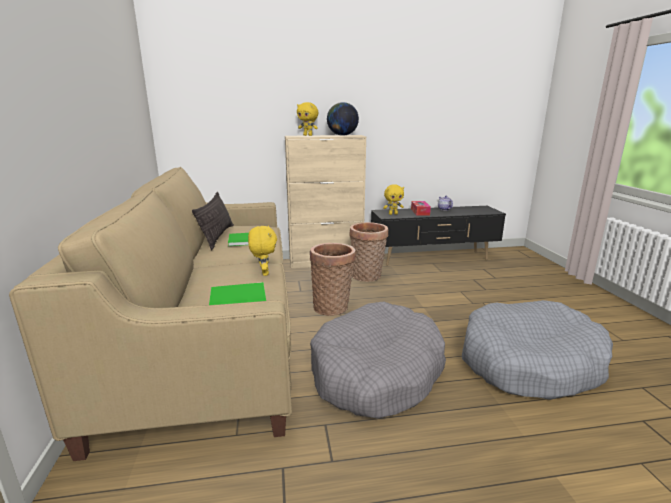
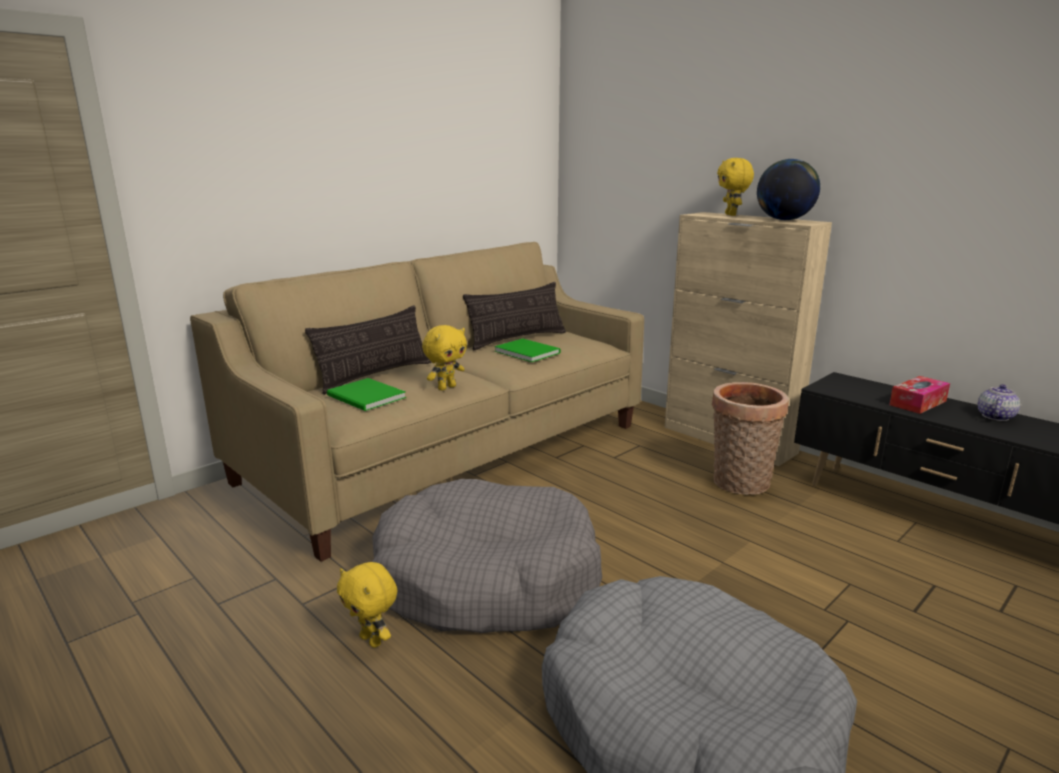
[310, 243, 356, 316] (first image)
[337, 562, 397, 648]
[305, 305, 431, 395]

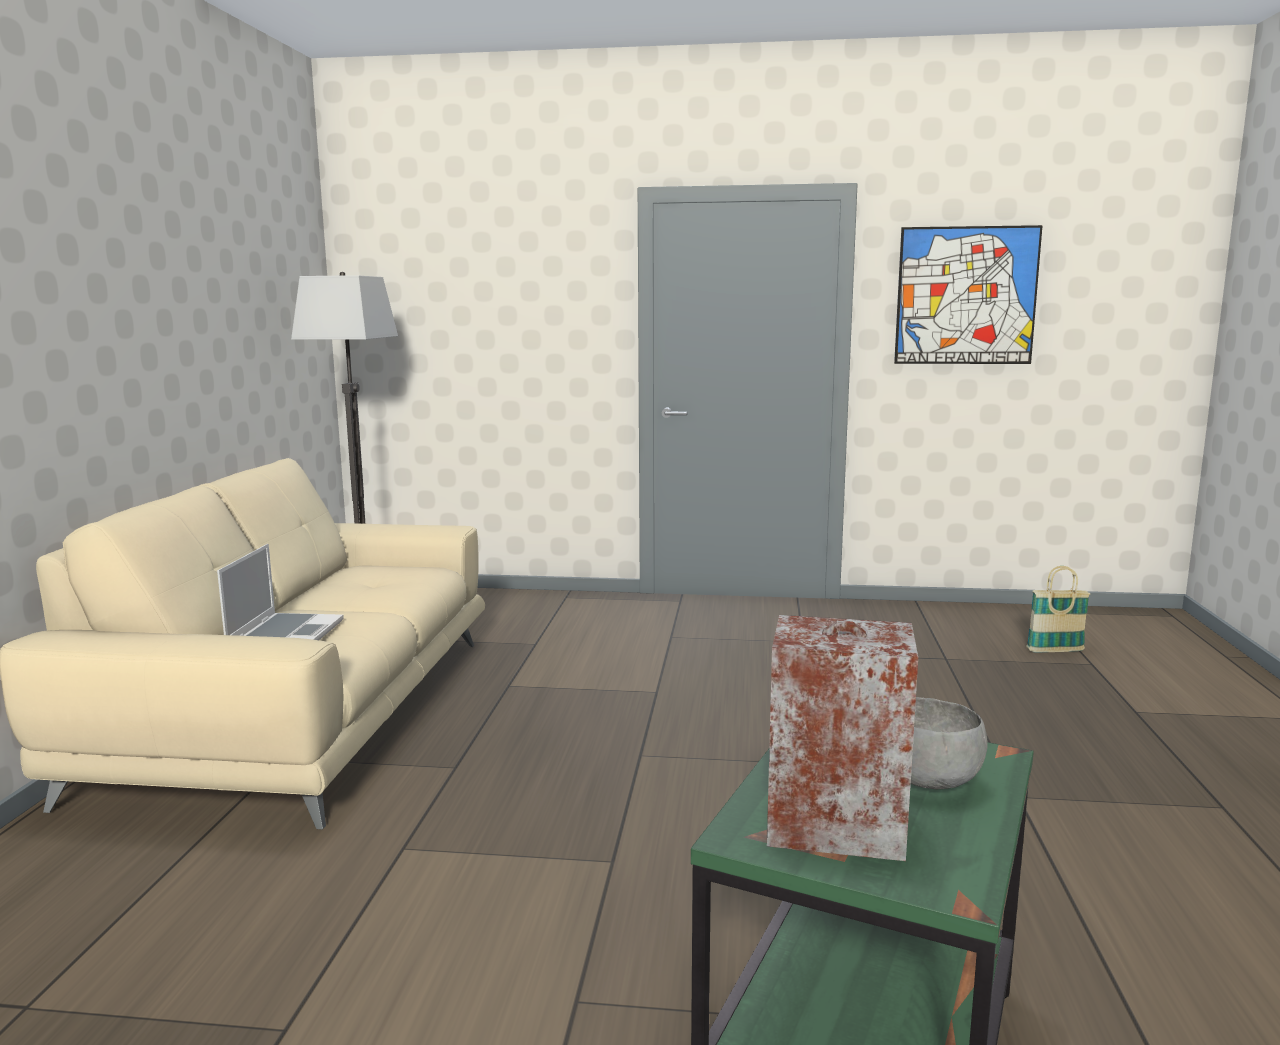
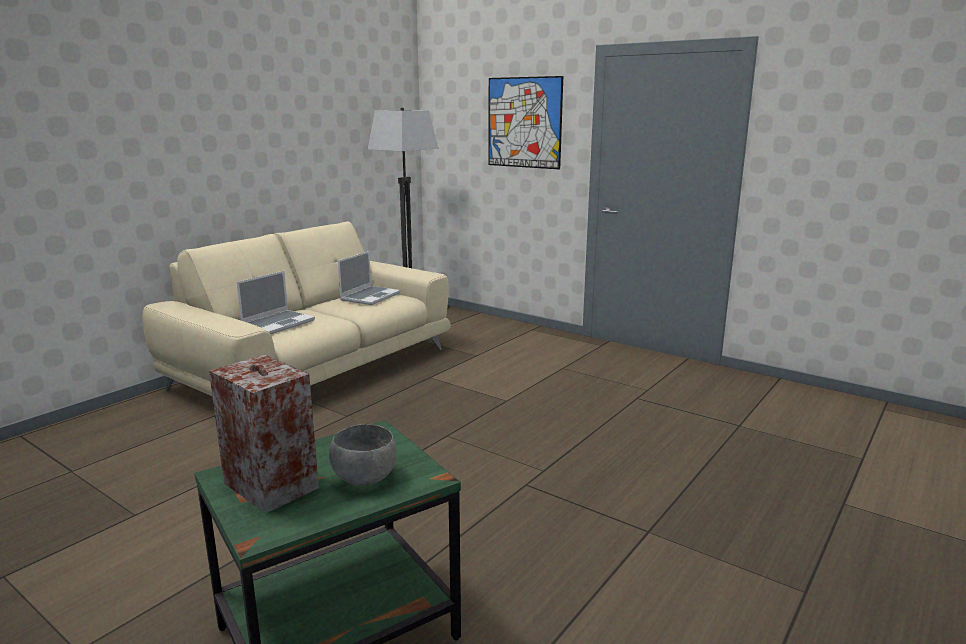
[488, 76, 563, 169]
[1026, 566, 1091, 652] (first image)
[338, 251, 400, 305]

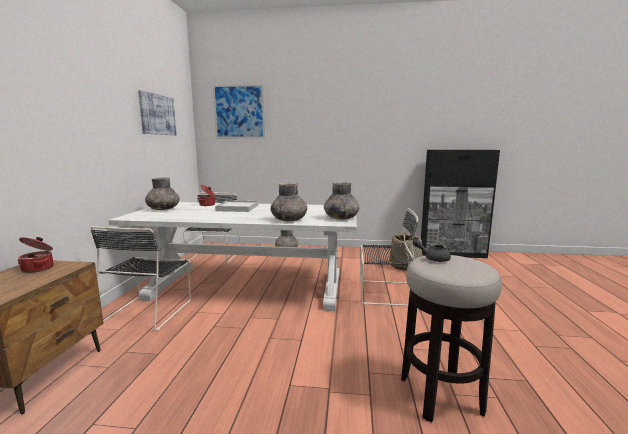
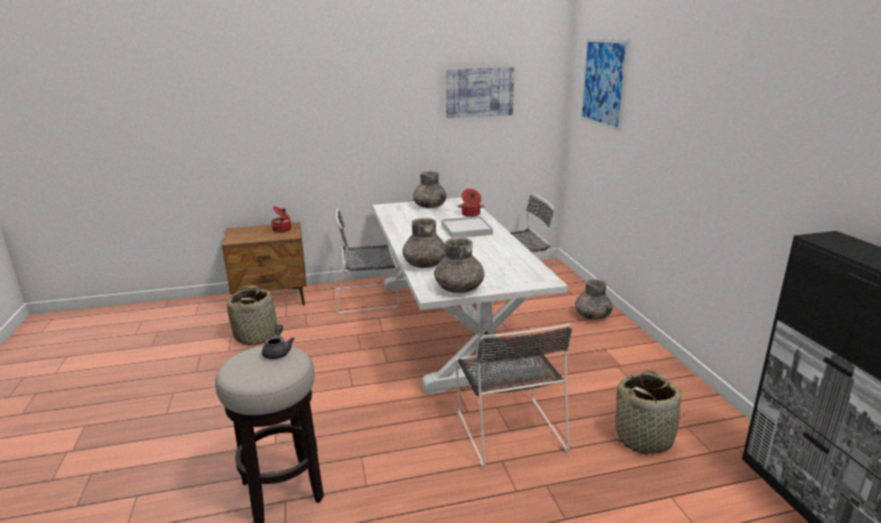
[227, 285, 277, 346]

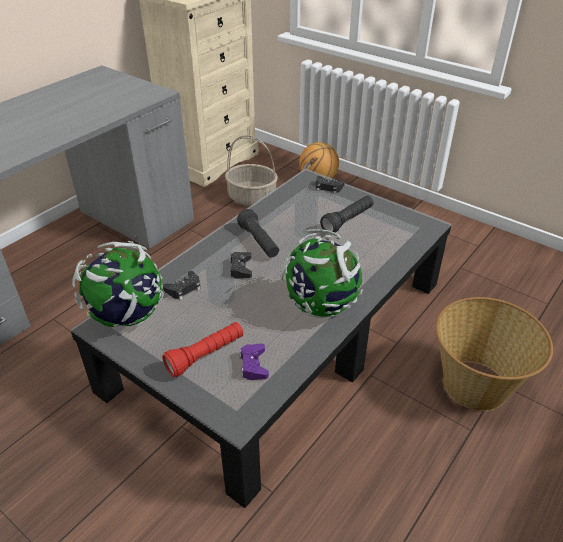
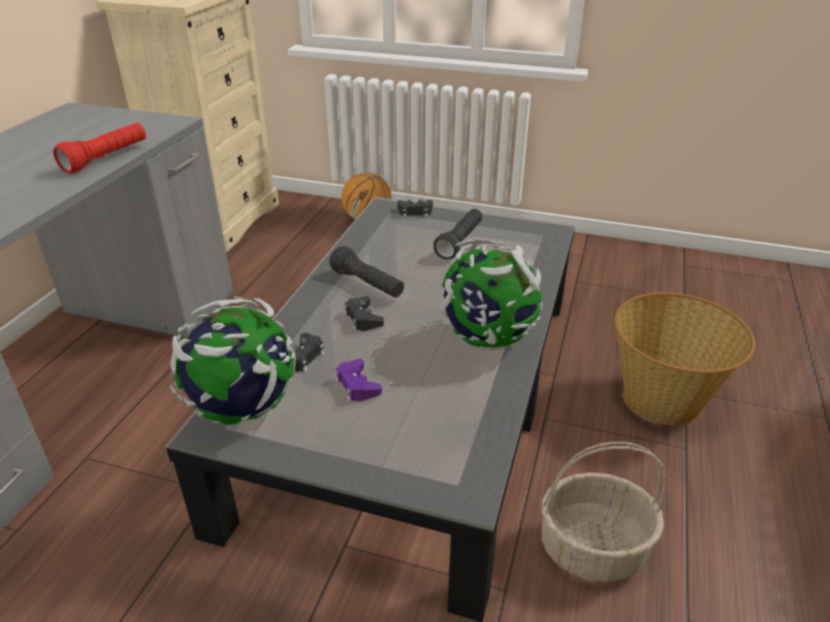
[53, 123, 146, 173]
[541, 442, 666, 582]
[335, 359, 382, 402]

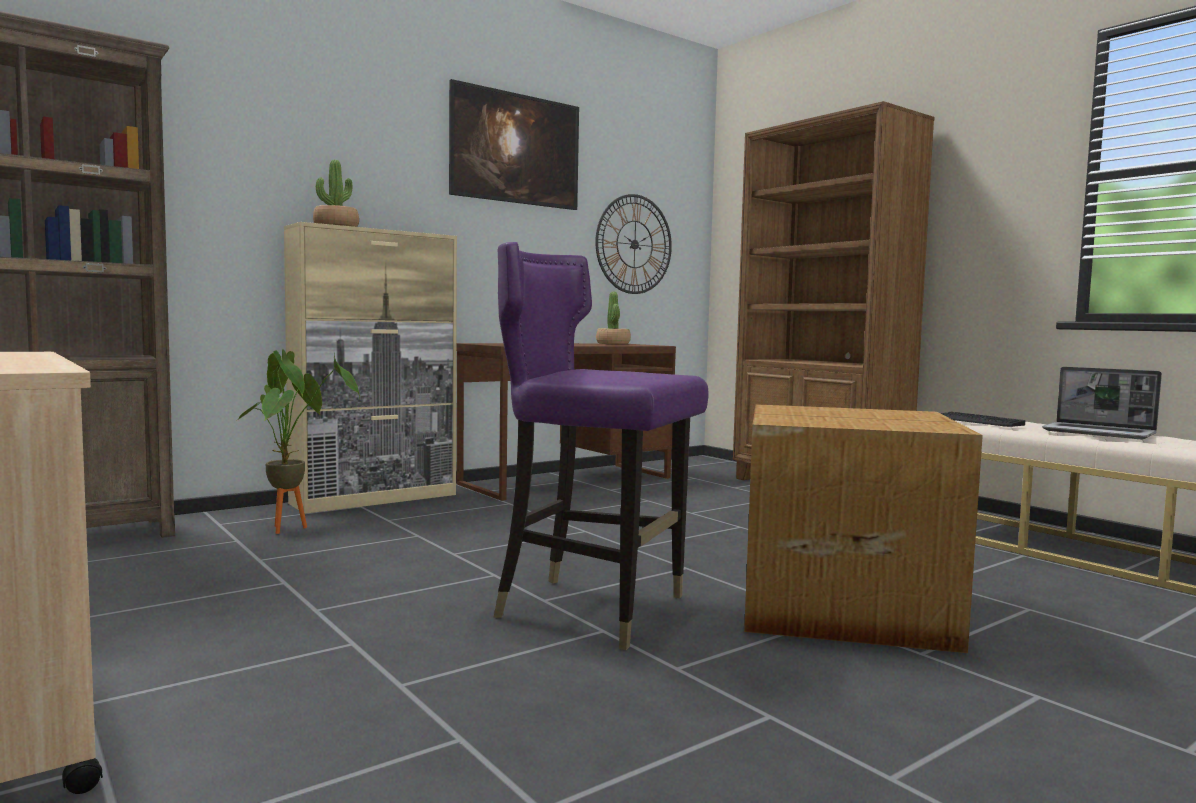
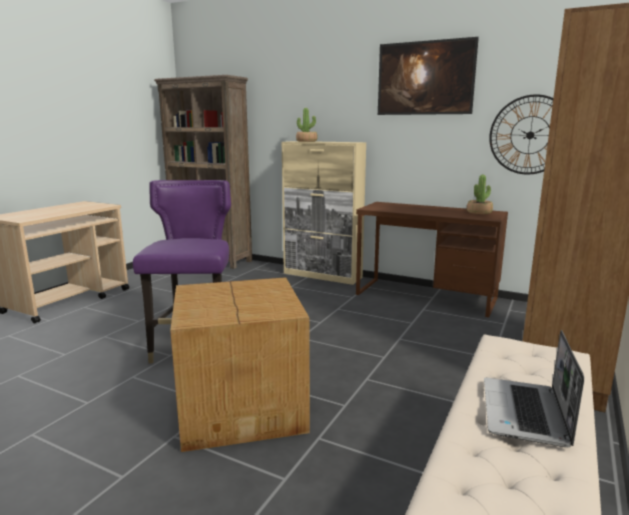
[238, 349, 361, 534] (first image)
[941, 412, 1025, 427] (first image)

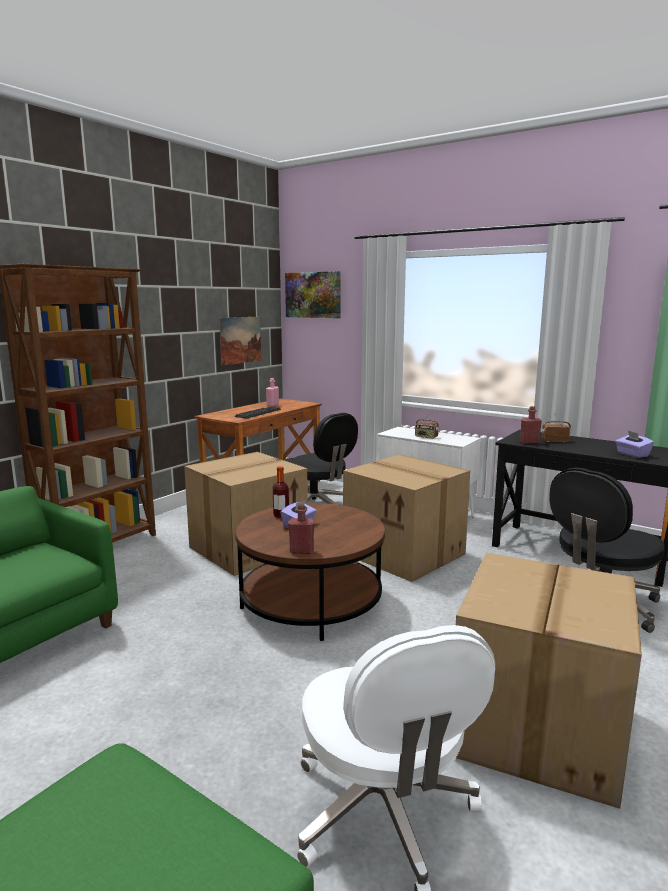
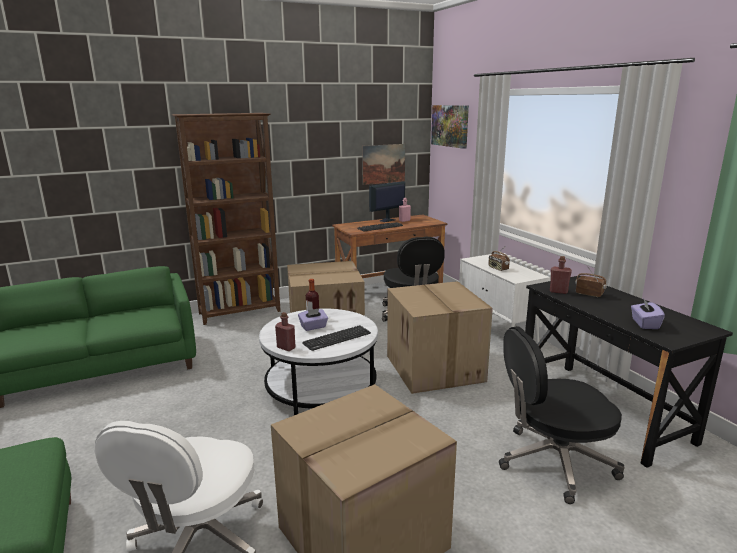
[259, 309, 378, 415]
[302, 325, 371, 351]
[369, 181, 405, 222]

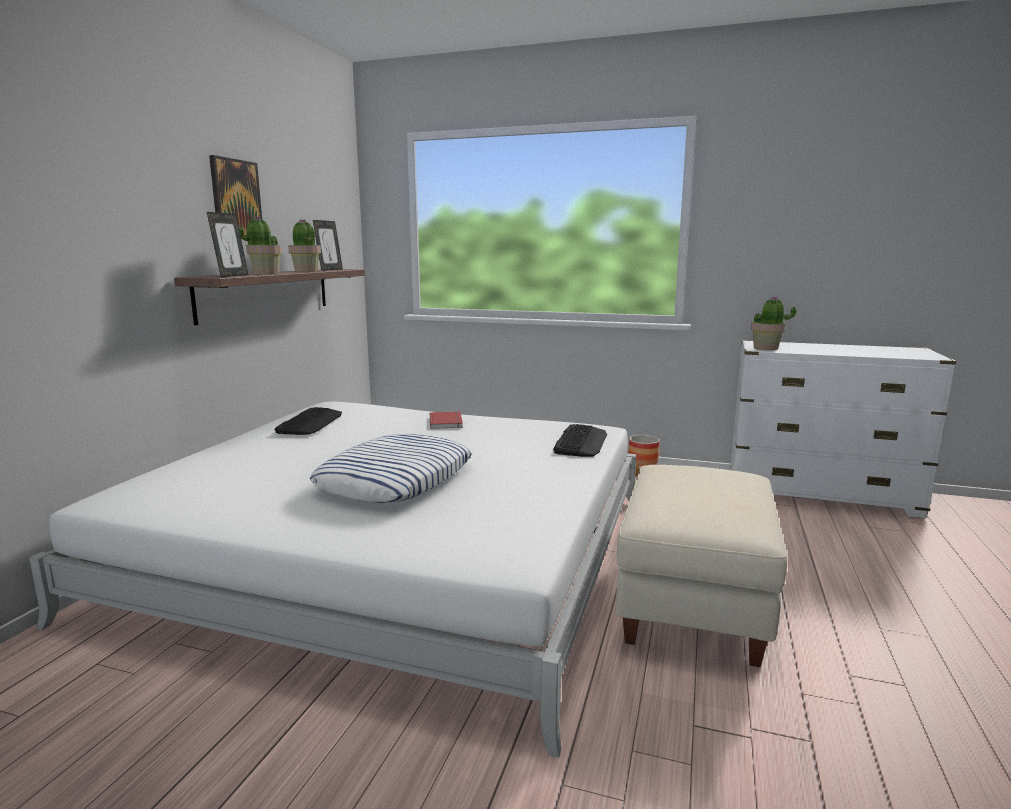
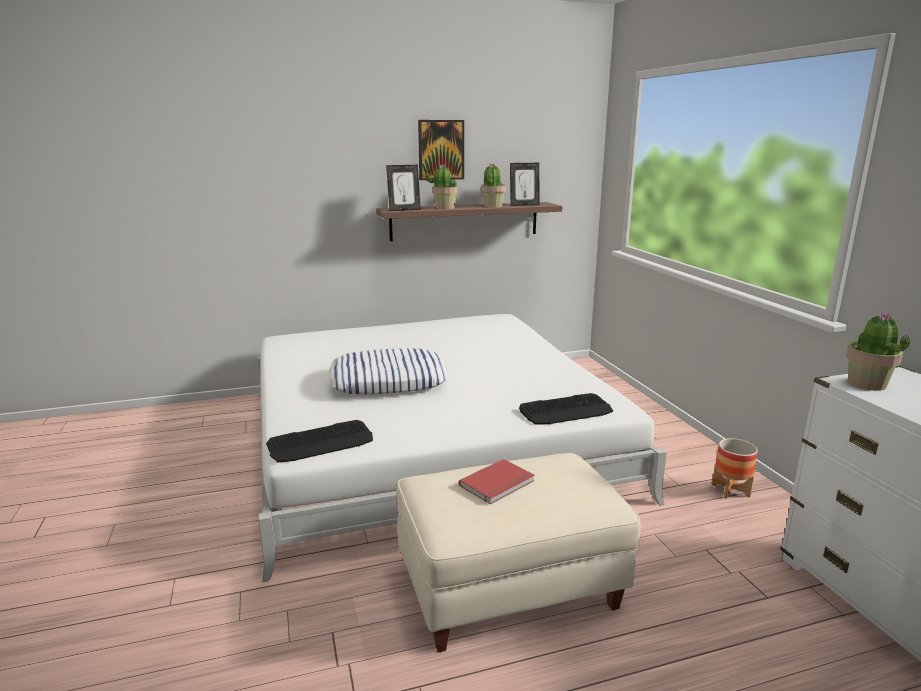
[266, 420, 373, 463]
[459, 459, 535, 504]

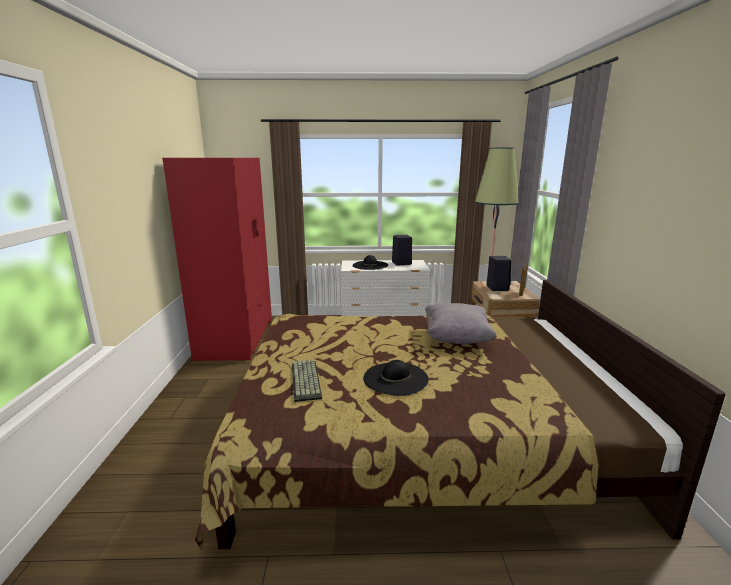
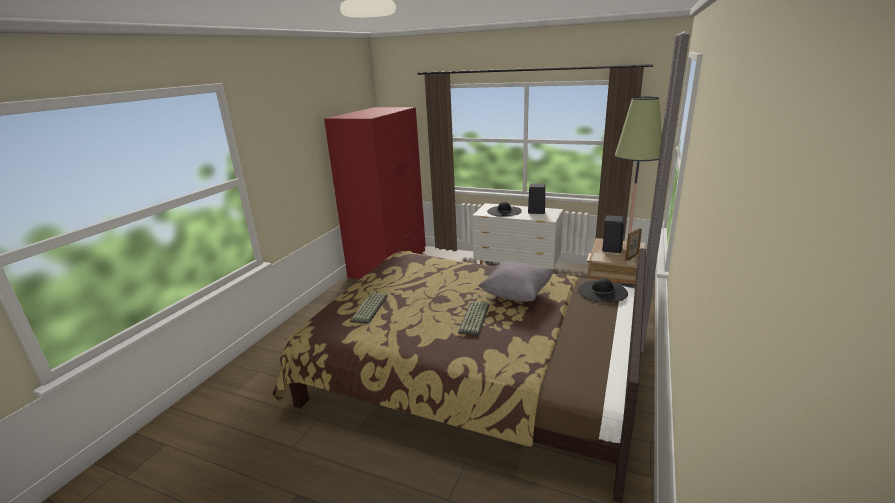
[578, 278, 628, 303]
[458, 301, 489, 336]

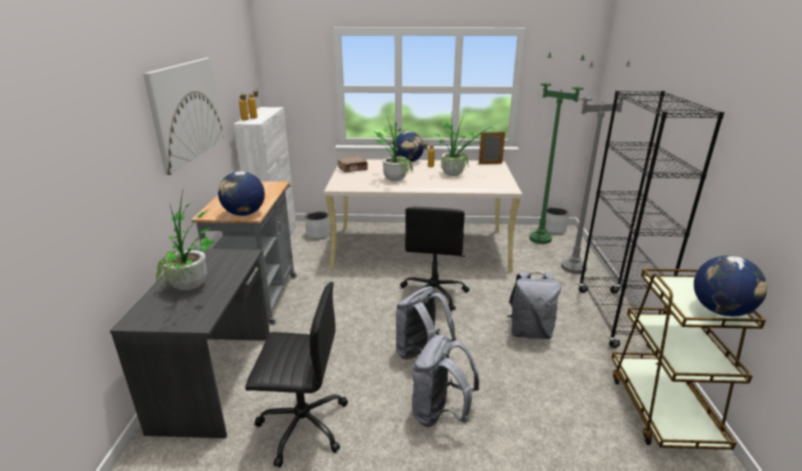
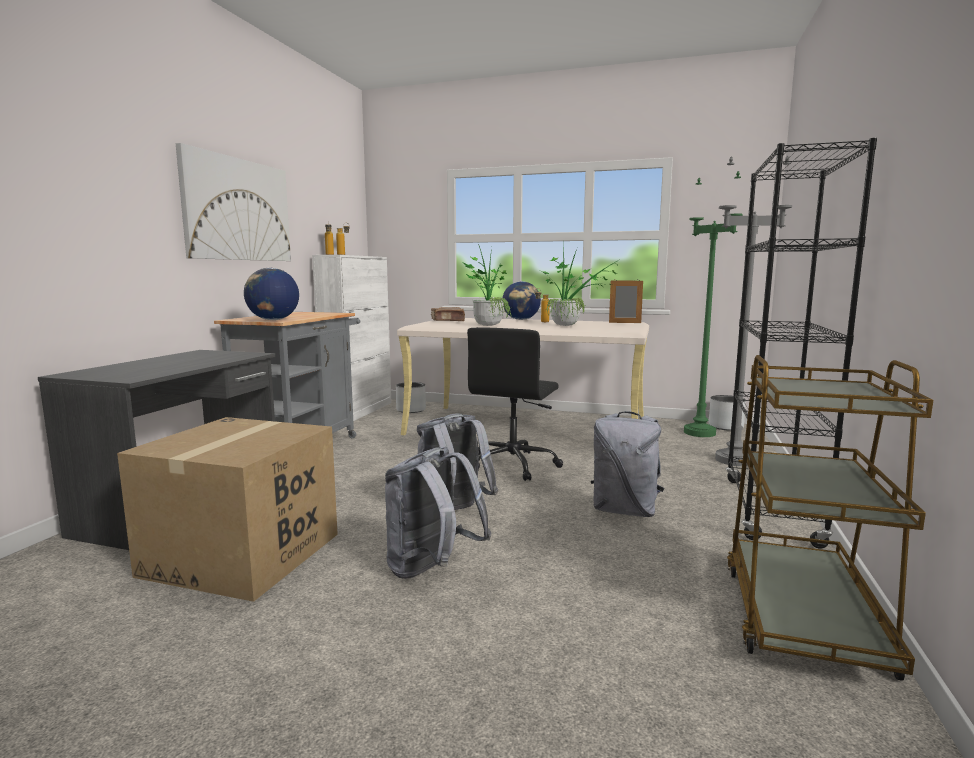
[155, 187, 215, 290] (first image)
[117, 417, 338, 602]
[694, 255, 767, 317] (first image)

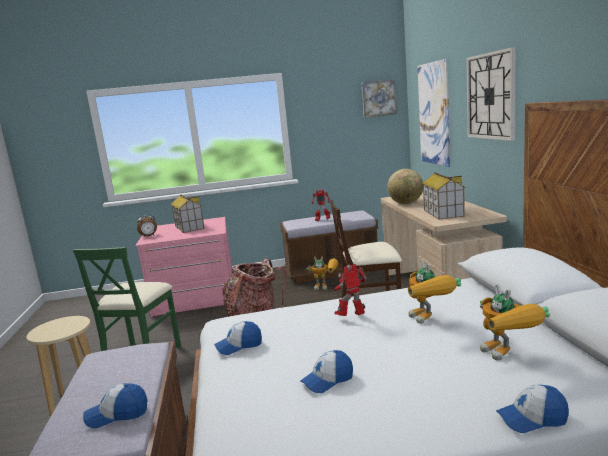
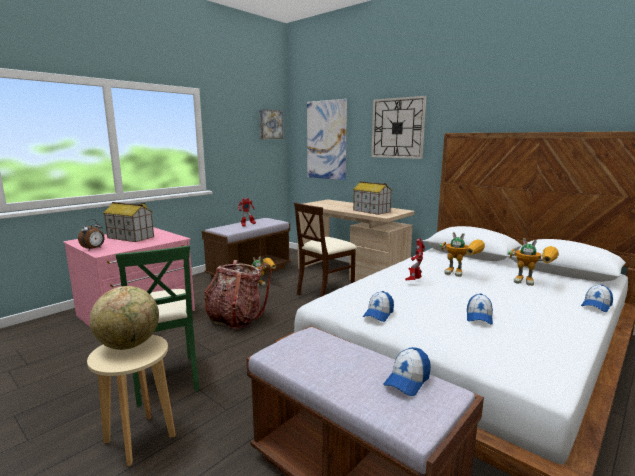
[90, 286, 159, 350]

